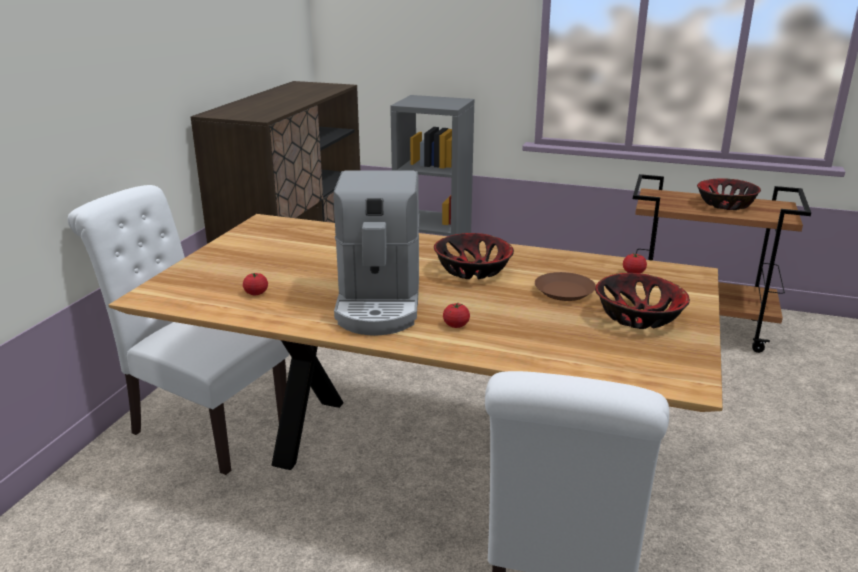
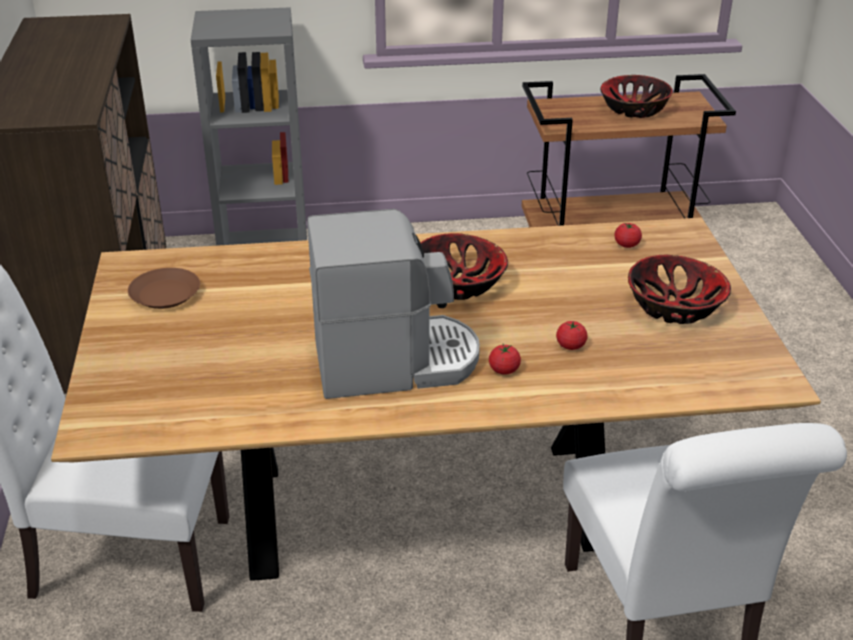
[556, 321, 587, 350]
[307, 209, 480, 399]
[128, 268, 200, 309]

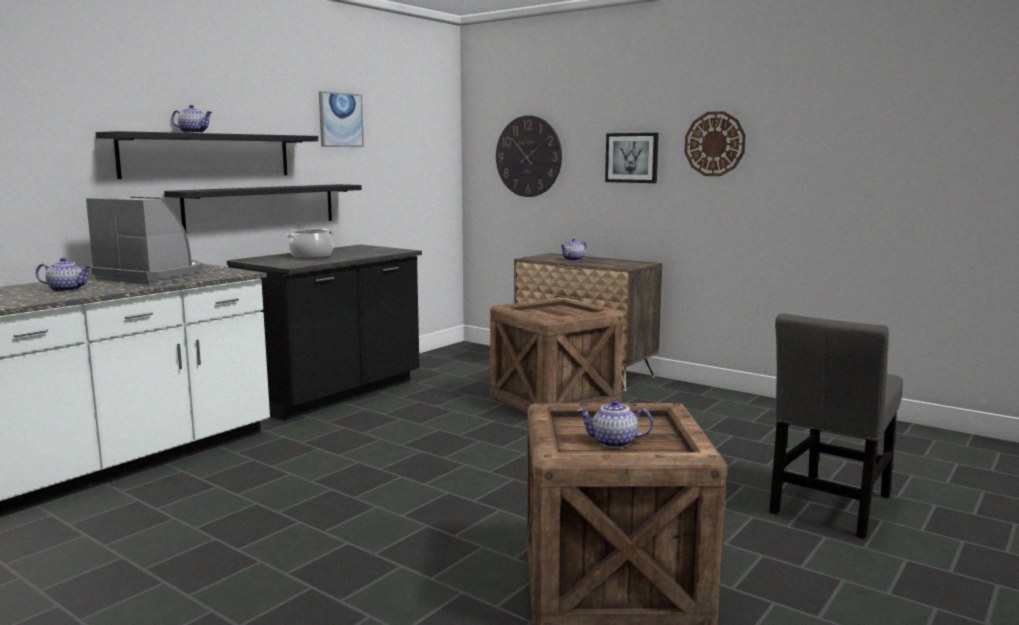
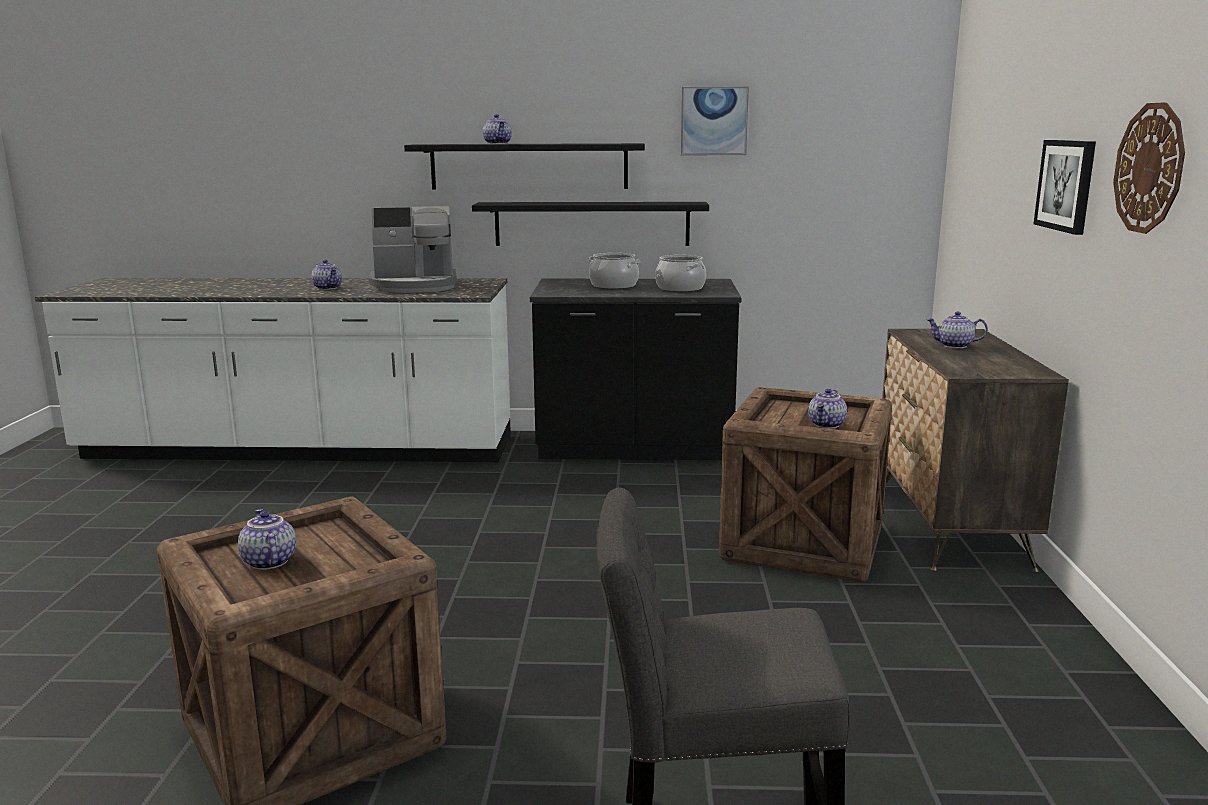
[369, 206, 457, 293]
[496, 115, 562, 197] (first image)
[655, 255, 706, 292]
[808, 389, 847, 429]

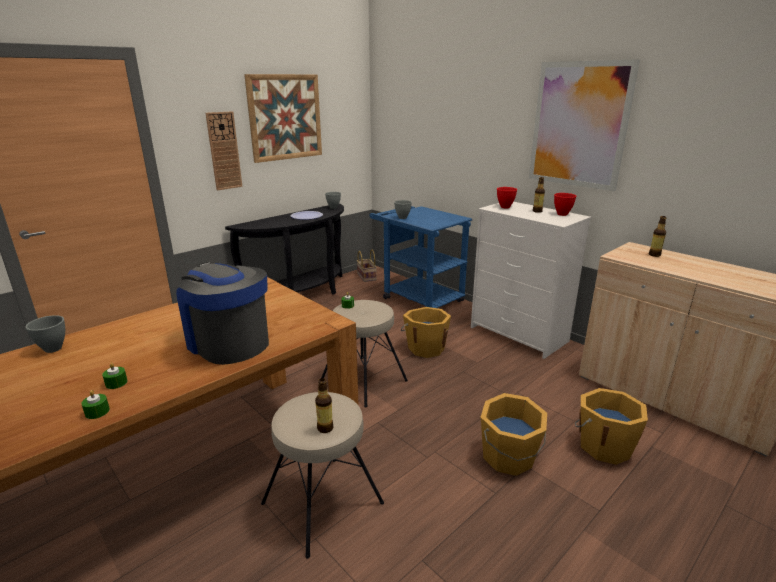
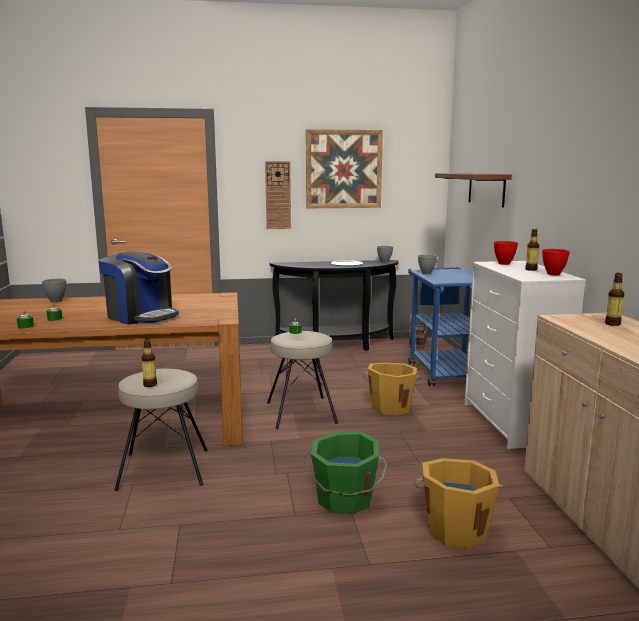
[98, 251, 179, 325]
[303, 432, 387, 514]
[529, 59, 640, 191] (first image)
[435, 173, 512, 207]

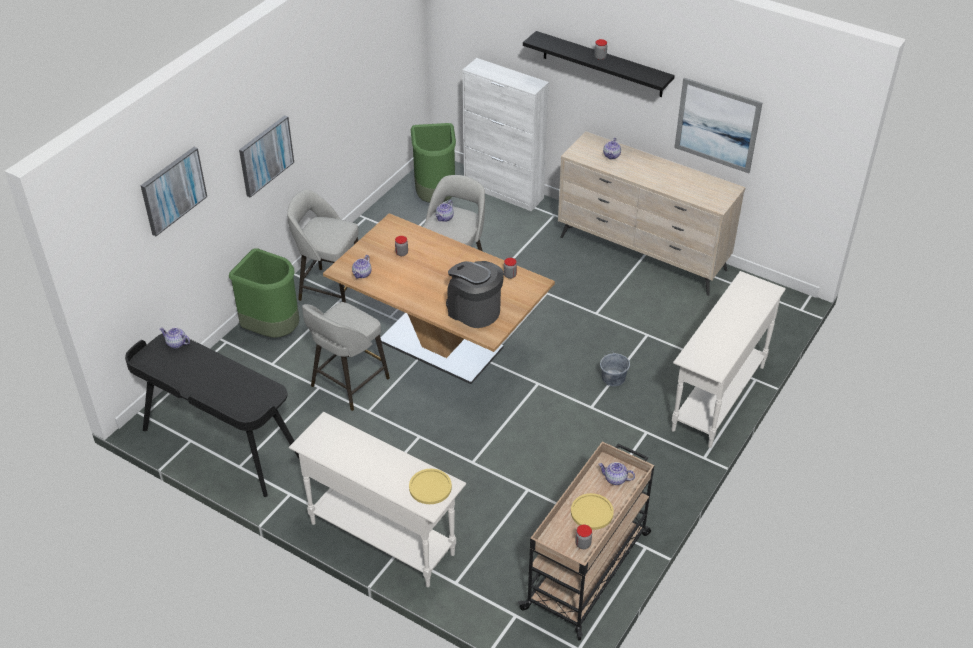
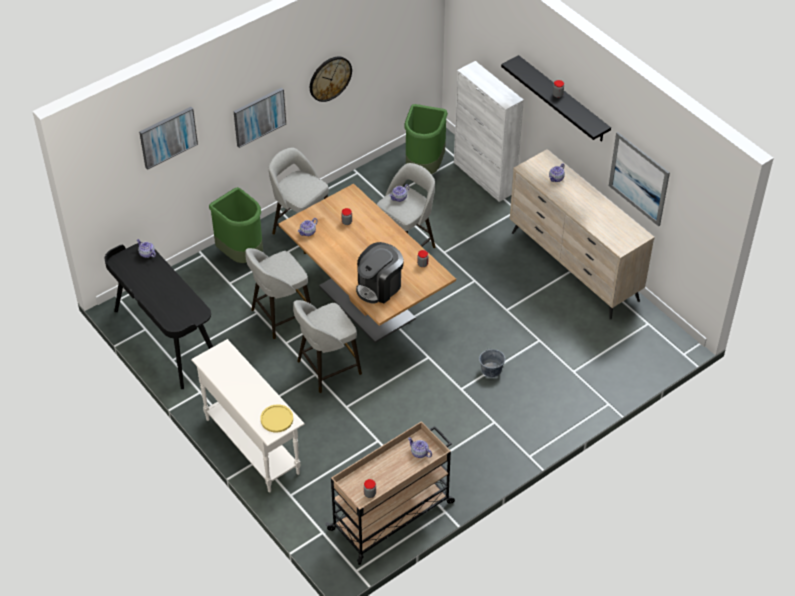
[356, 242, 404, 304]
[571, 493, 614, 530] (first image)
[672, 271, 786, 448] (first image)
[293, 300, 362, 393]
[310, 57, 352, 102]

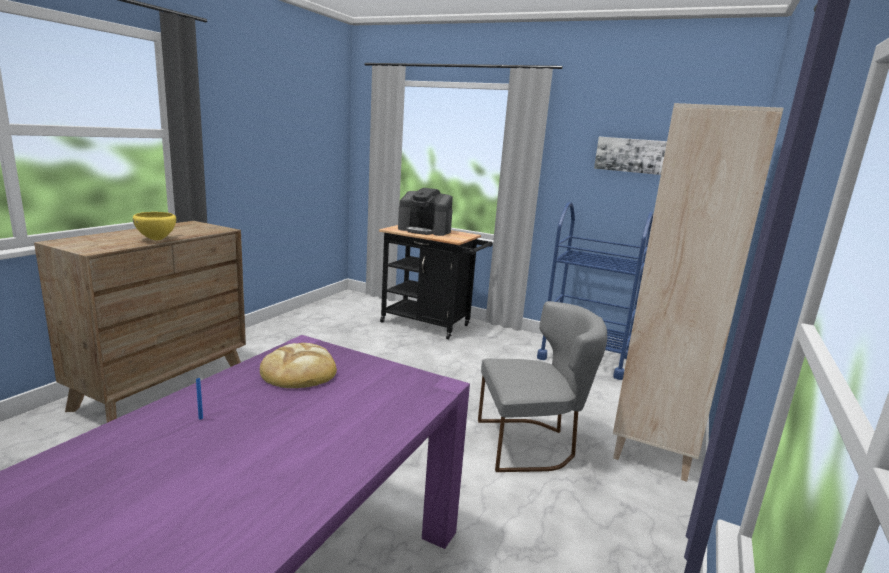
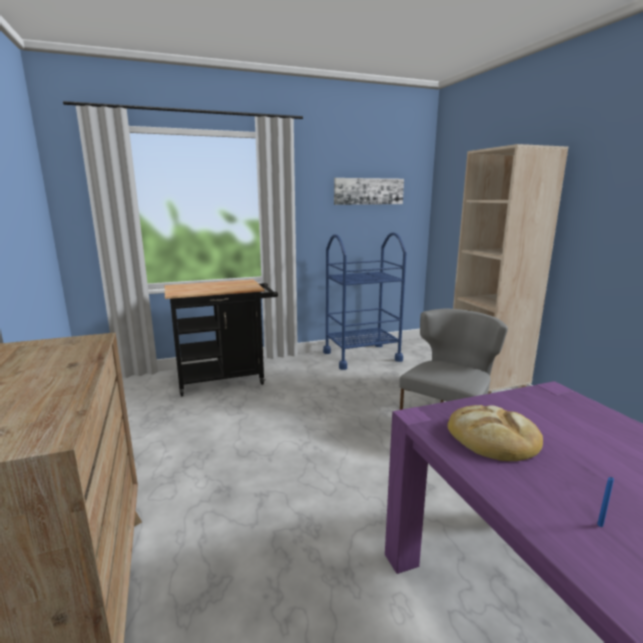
[133, 212, 176, 240] (first image)
[398, 188, 453, 236] (first image)

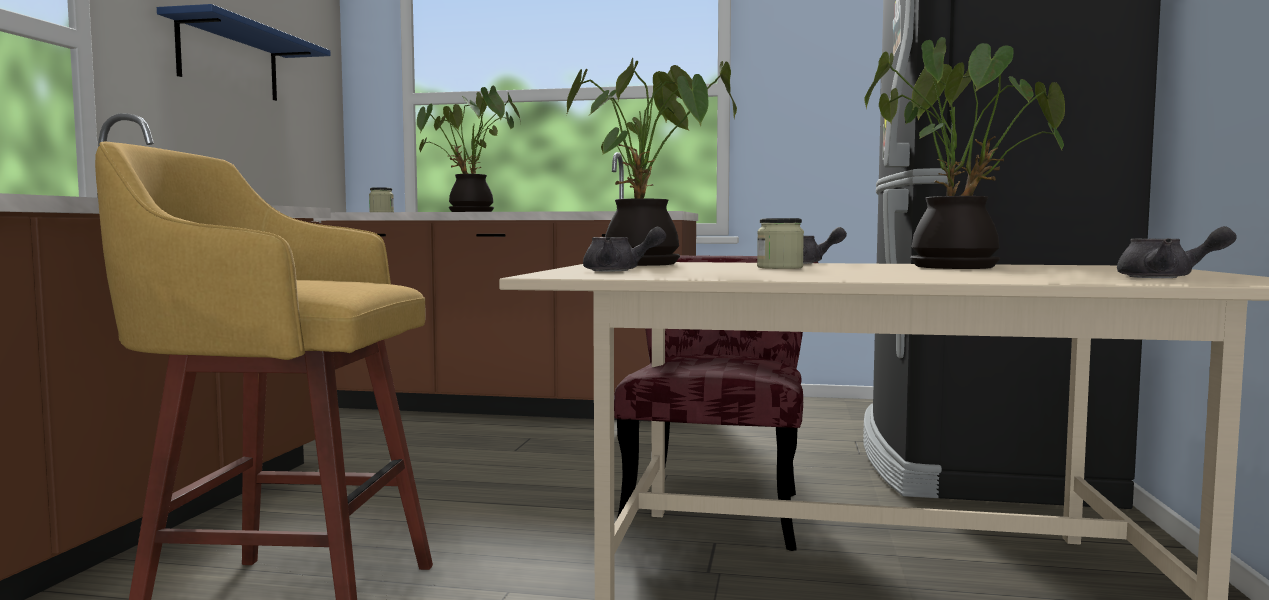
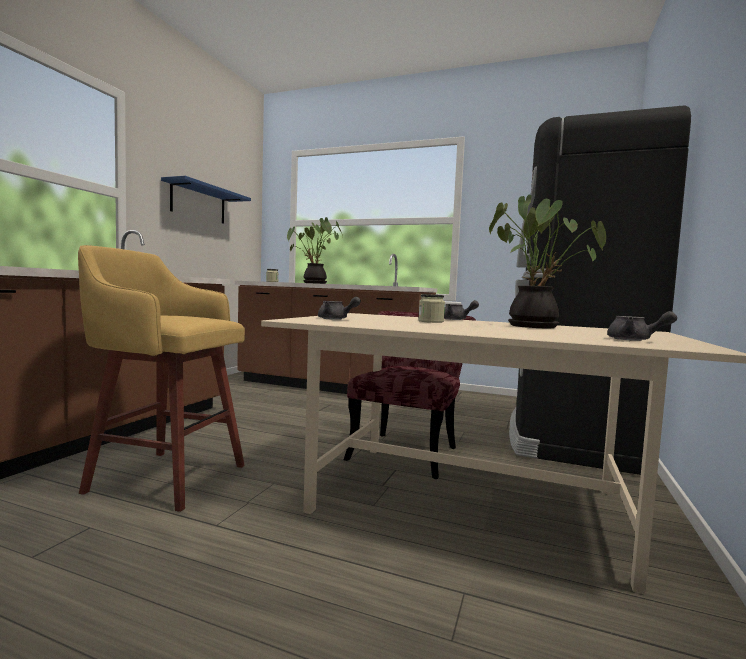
[566, 58, 737, 266] (first image)

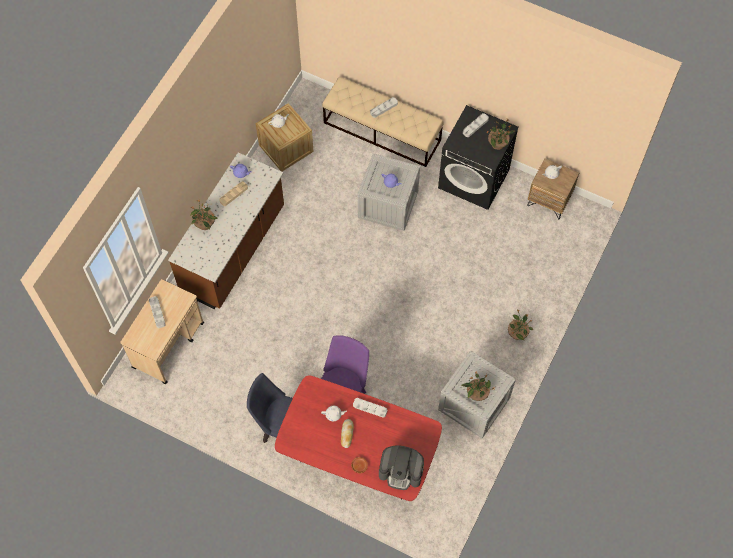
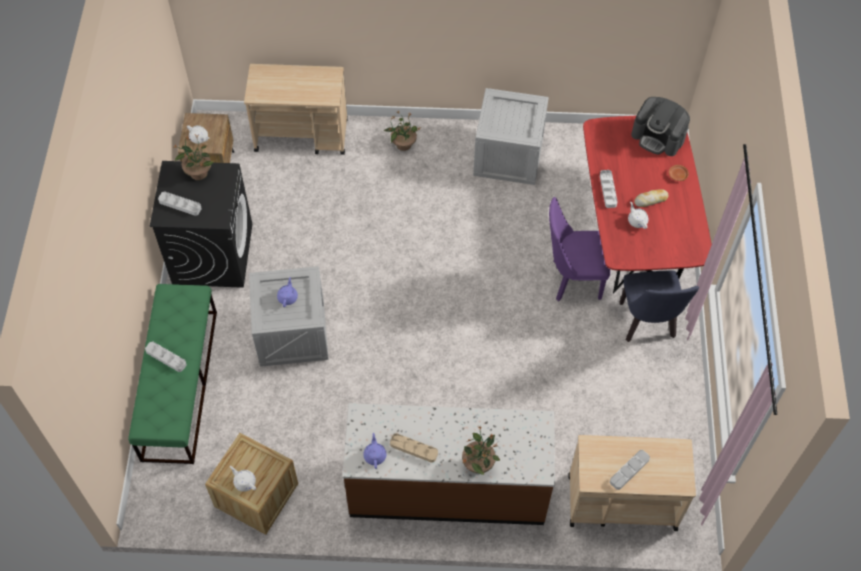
[128, 284, 217, 464]
[631, 97, 690, 156]
[462, 371, 494, 401] (first image)
[244, 64, 348, 155]

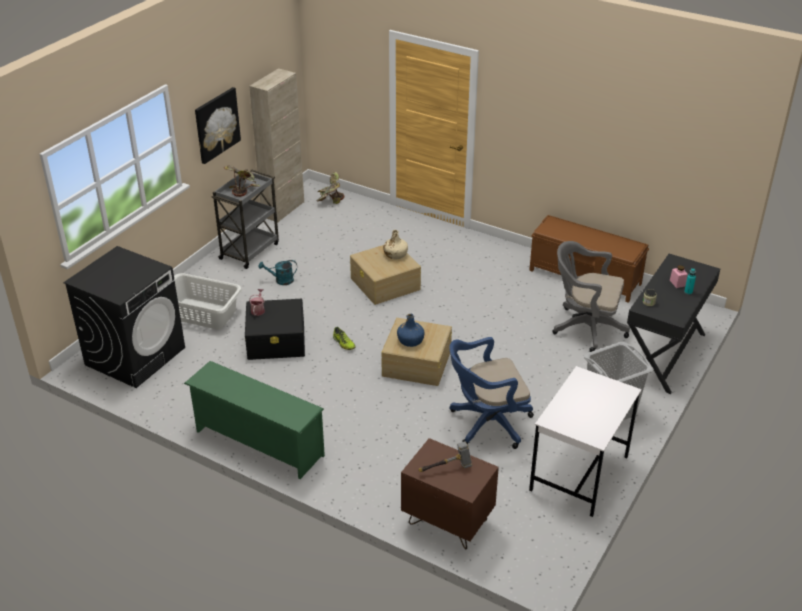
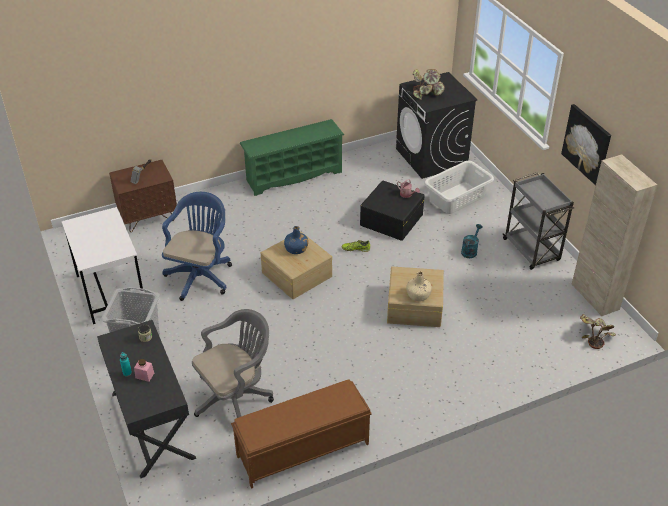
[413, 69, 445, 100]

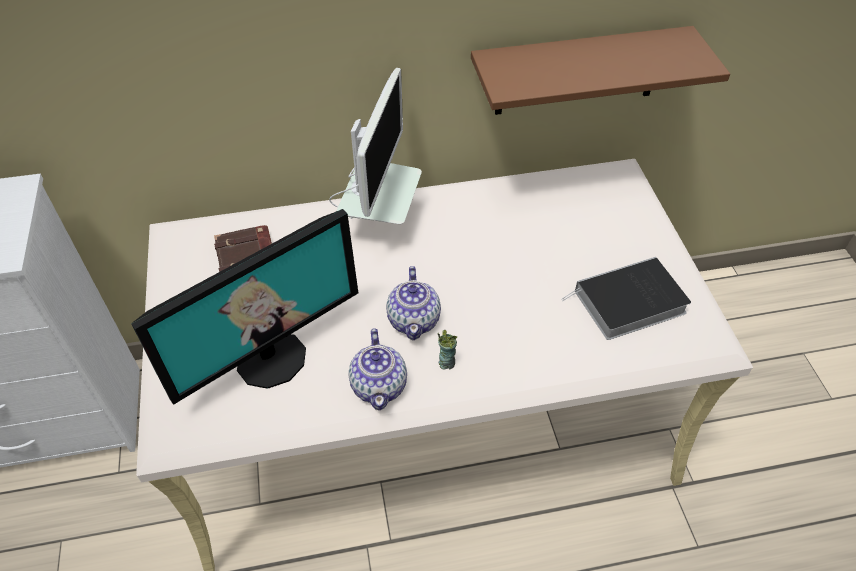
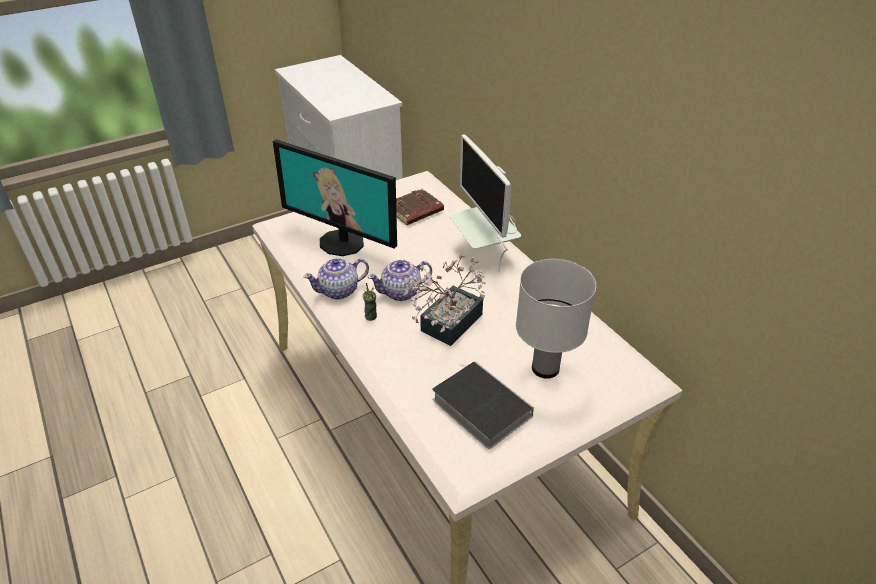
[449, 134, 521, 272]
[471, 26, 730, 115] (first image)
[403, 255, 485, 346]
[516, 259, 596, 379]

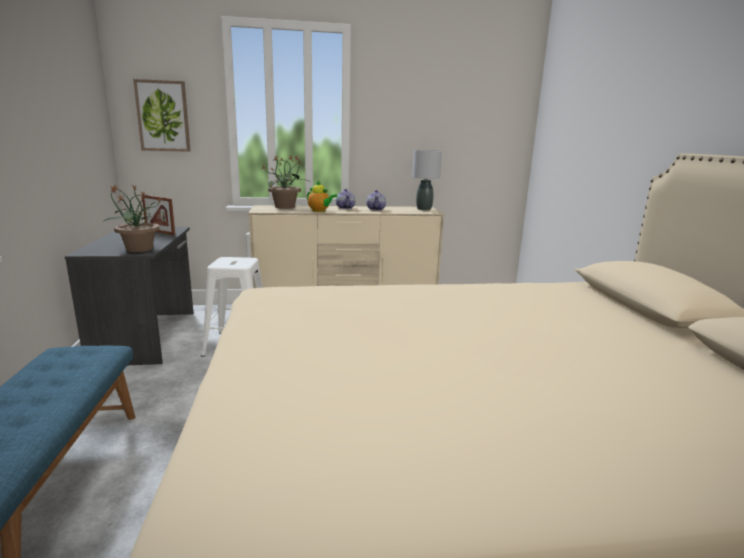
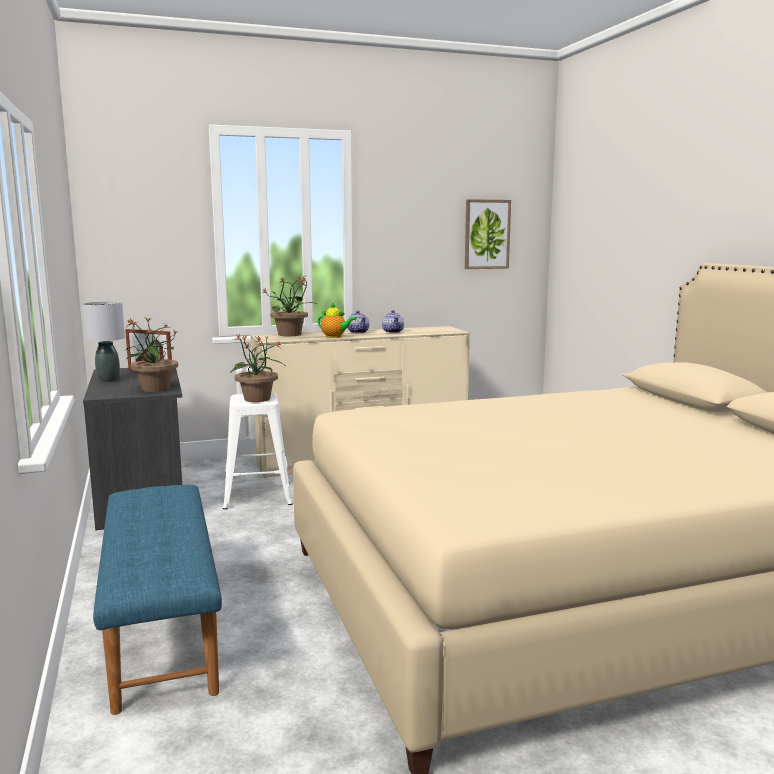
[465, 199, 511, 269]
[82, 301, 125, 382]
[230, 335, 285, 402]

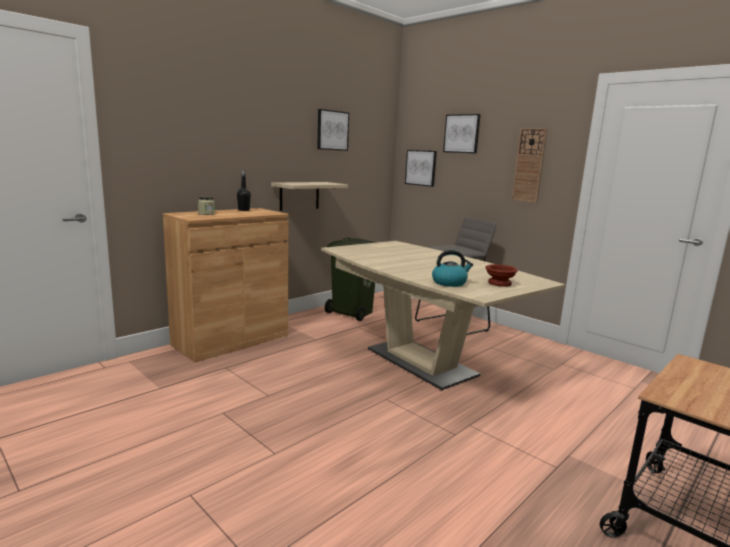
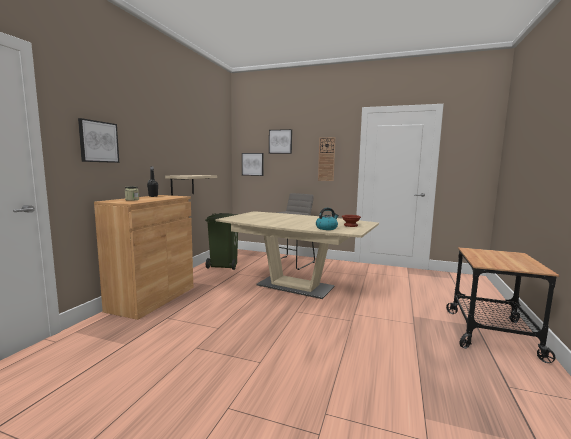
[78, 118, 119, 163]

